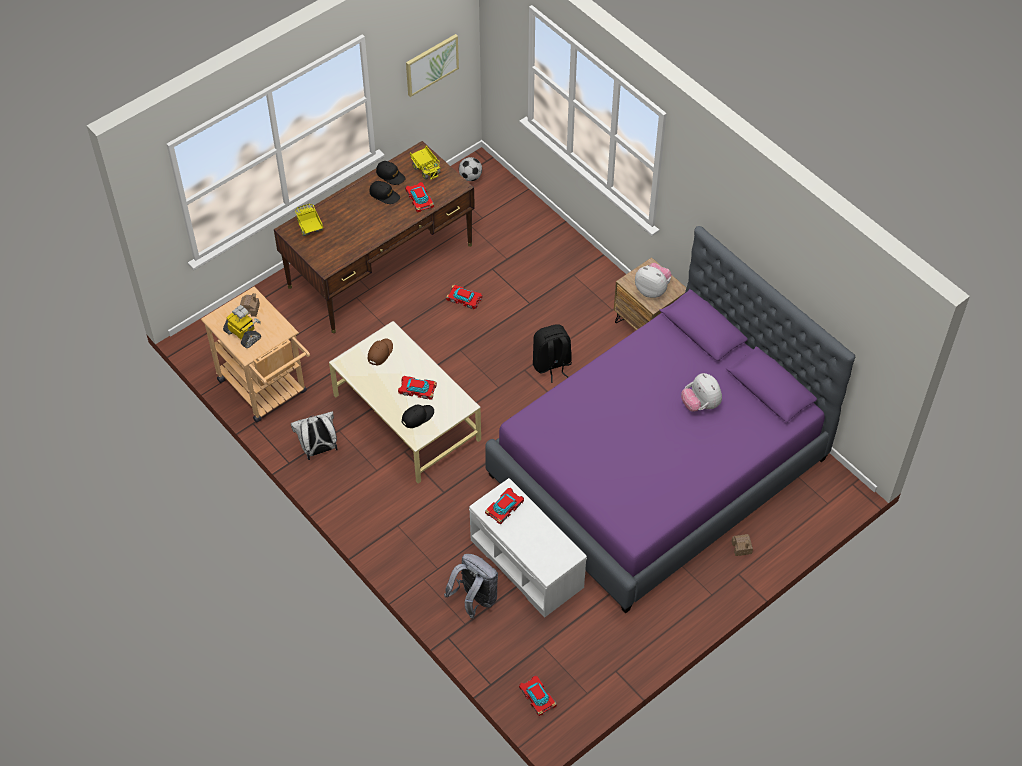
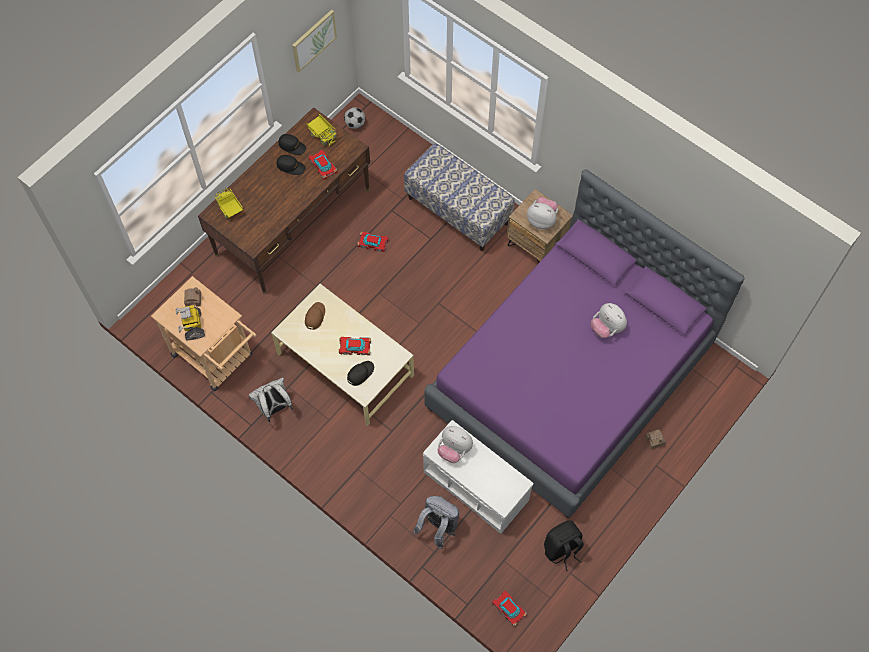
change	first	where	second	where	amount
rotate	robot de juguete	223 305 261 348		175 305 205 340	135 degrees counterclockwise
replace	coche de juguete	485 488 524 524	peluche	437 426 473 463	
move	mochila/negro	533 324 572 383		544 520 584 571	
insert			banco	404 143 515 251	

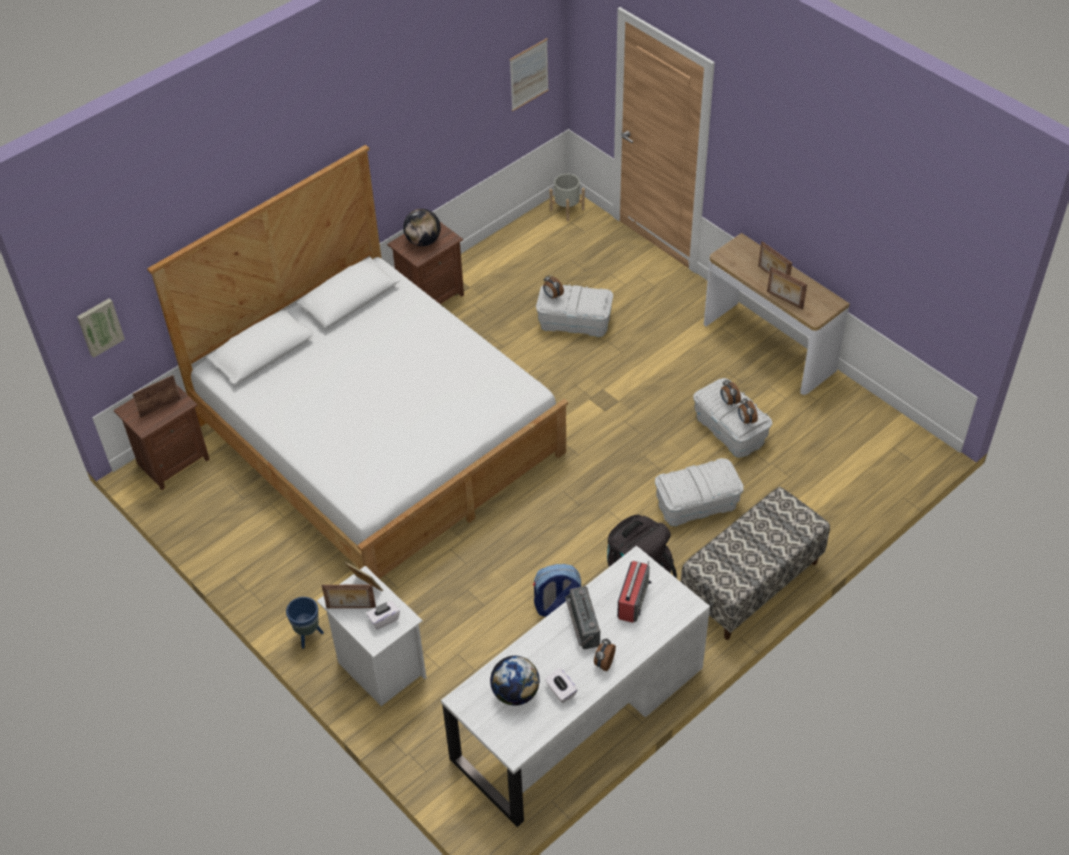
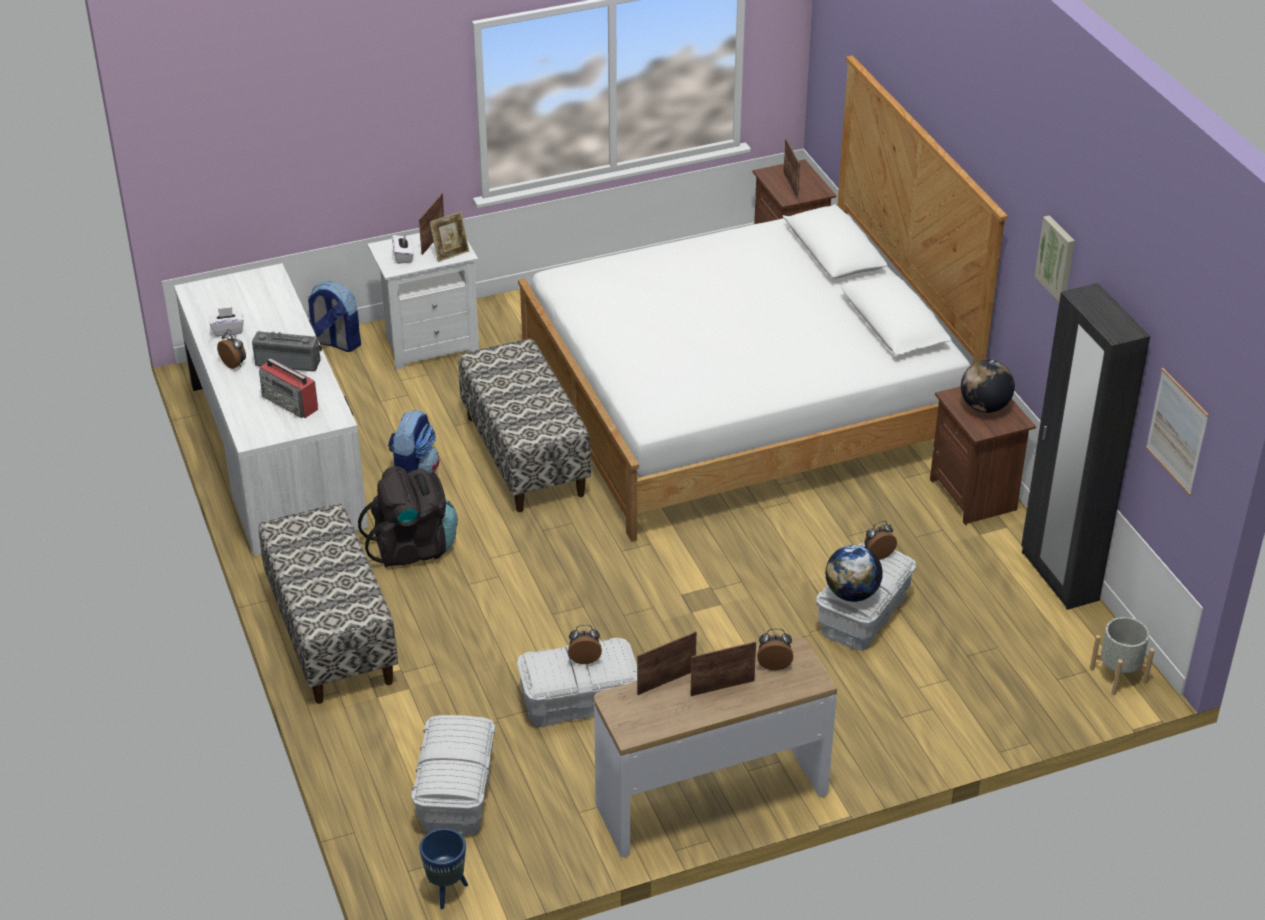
change	first	where	second	where	amount
move	cuadro	77 298 125 358		1035 215 1075 302	
move	maceta/azul	286 597 324 649		419 828 468 909	
move	globo terráqueo	490 656 540 706		825 545 883 602	
move	caja de almacenaje/blanco	655 458 744 526		411 715 495 837	
move	despertador	738 398 758 424		757 628 793 671	
insert			mochila	308 281 361 352	
insert			banco	459 339 591 512	
insert			armario ropero/negro	1021 283 1150 610	

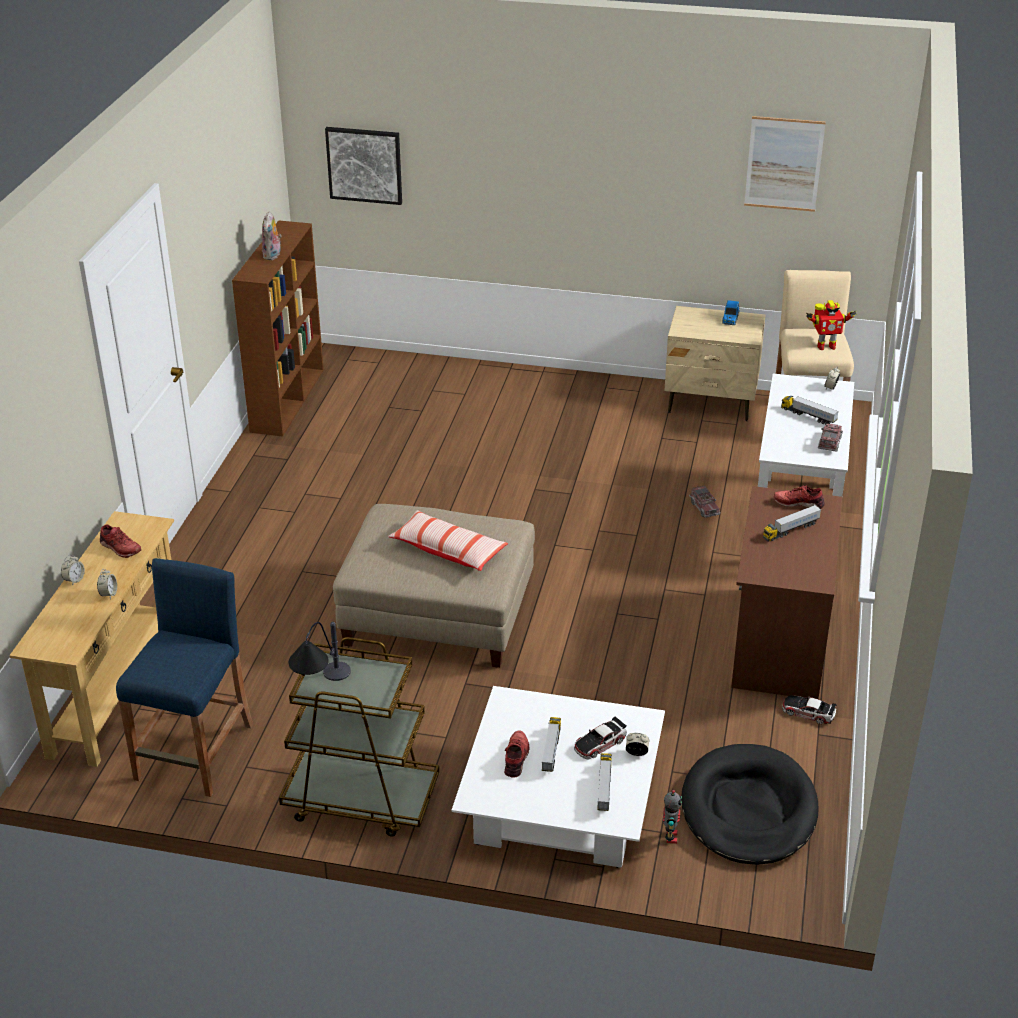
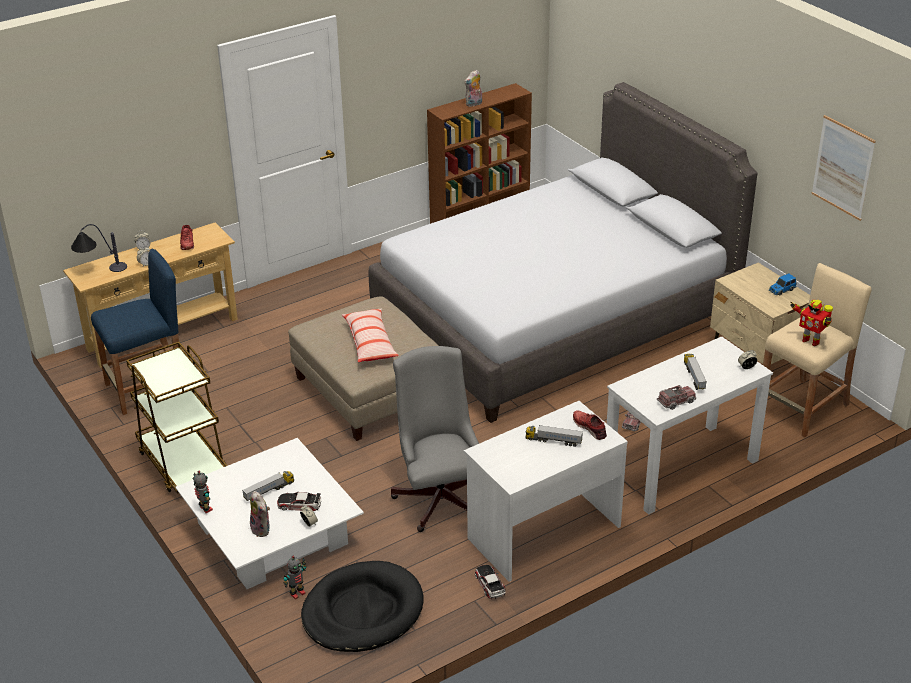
change	first	where	second	where	amount
move	lámpara de mesa	288 622 351 681		71 224 127 272	
delete	cuadro	325 127 402 205			
delete	zapato/rojo	504 730 529 778			
replace	camión de juguete	597 753 612 811	peluche	250 491 270 537	
recolor	escritorio/marrón	731 486 842 699	escritorio/blanco	464 401 628 582	
insert			robot de juguete	192 470 213 513	
insert			cama/gris	369 82 758 423	
insert			silla de oficina/gris	391 346 479 532	

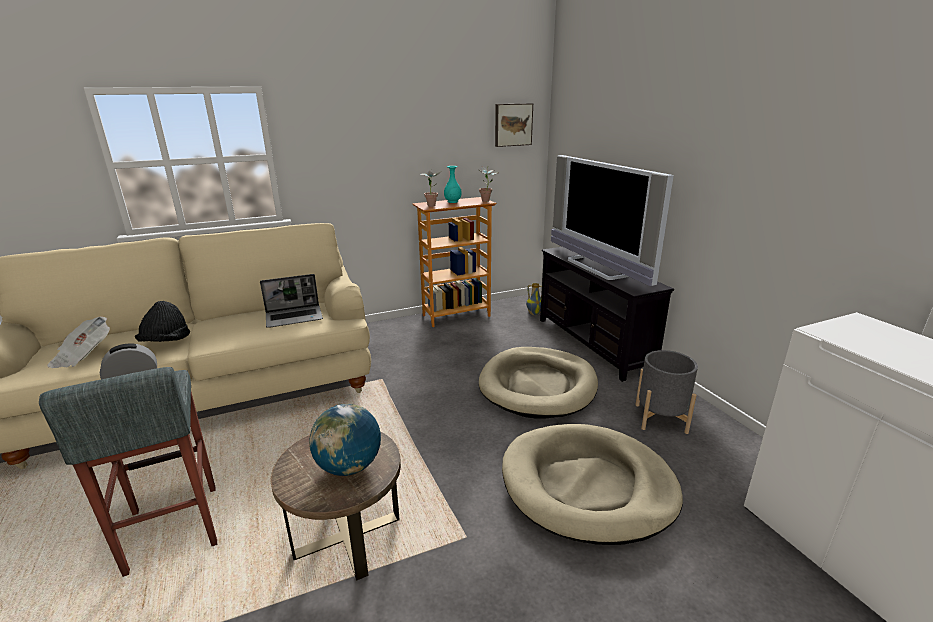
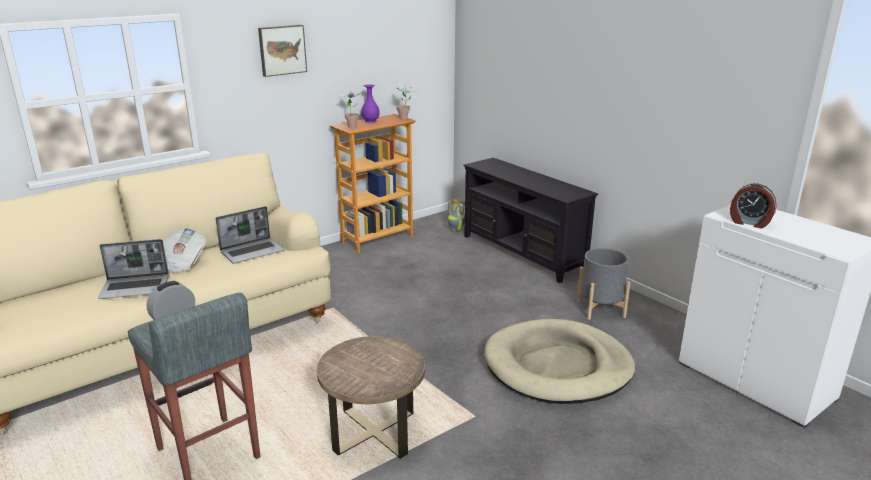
change	first	where	second	where	amount
move	periódico	47 316 110 368		163 228 206 274	
replace	sombrero/negro	135 301 190 342	portátil	98 239 169 299	
delete	globo terráqueo	309 404 381 476			
recolor	florero/turquesa	444 166 462 203	florero/morado	361 84 380 123	
delete	cama para perro/beis	479 347 598 419			
move	cuadro	495 103 533 147		258 25 307 77	
delete	televisor	551 155 674 286			
insert			despertador	730 183 777 228	

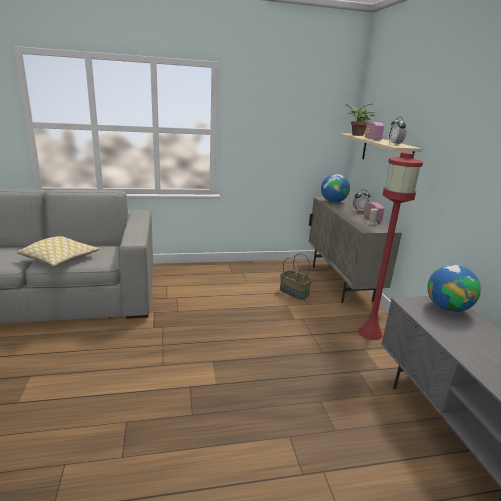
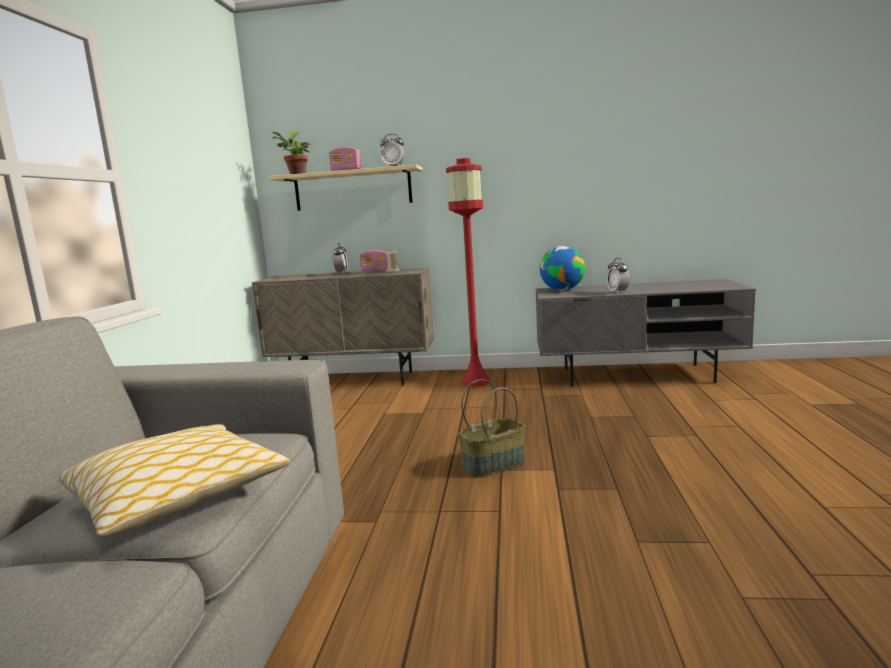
change	first	where	second	where	amount
move	cesta	280 253 312 300		458 379 526 477	
delete	globo terráqueo	321 174 350 203			
insert			despertador	607 258 630 293	

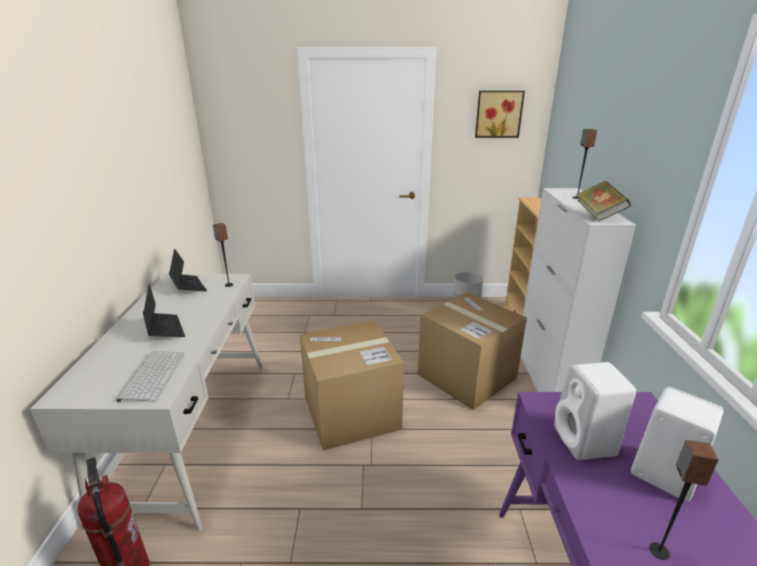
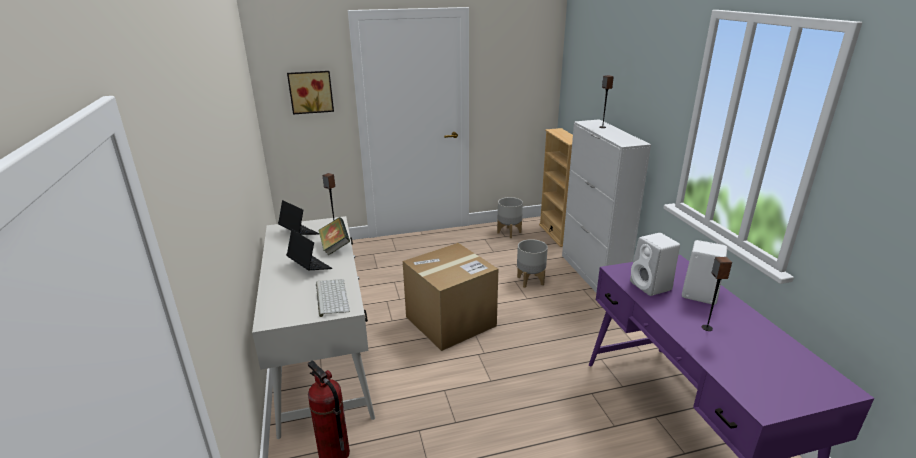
change	first	where	second	where	amount
replace	caja de cartón	418 292 527 410	maceta/gris	517 239 548 288	
move	cuadro	475 91 525 138		287 71 334 114	
move	libro	576 181 631 222		318 217 350 256	

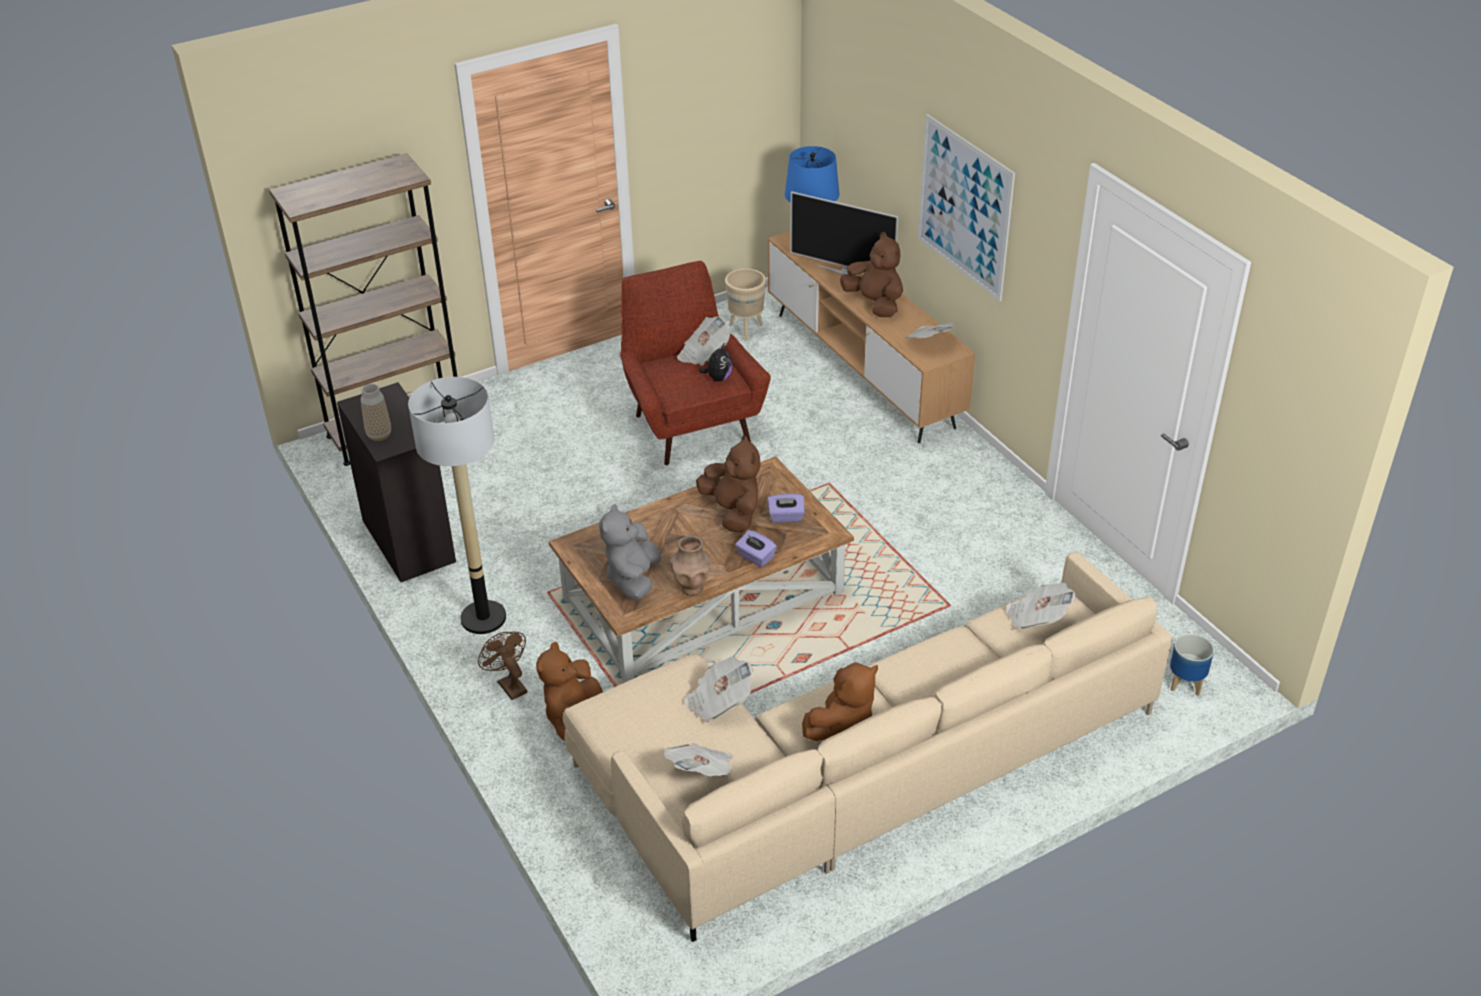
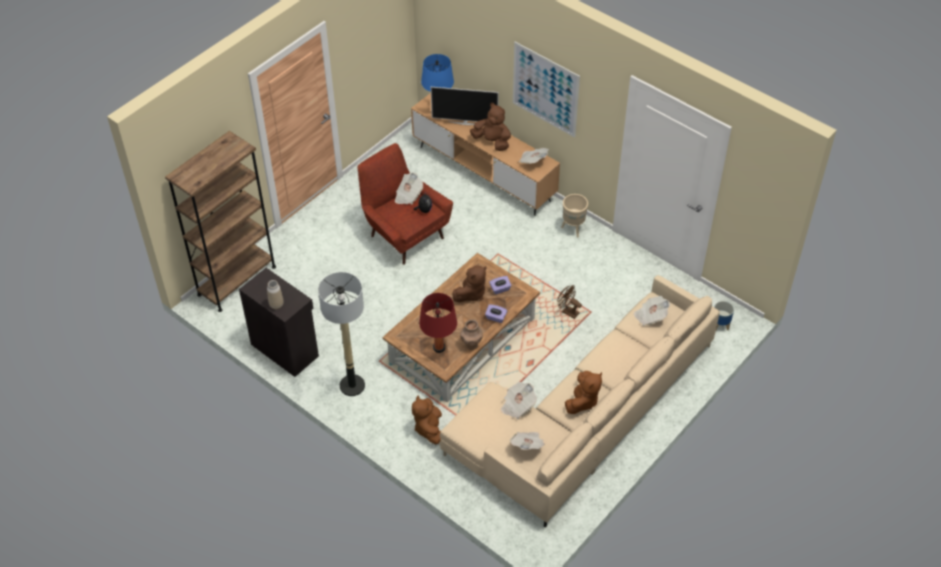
change	first	where	second	where	amount
move	ventilador/marrón	478 632 527 700		557 285 582 319	
replace	peluche/gris	599 504 661 600	lámpara de mesa/rojo	419 293 457 353	
rotate	peluche/marrón	696 435 761 533		452 265 487 303	90 degrees clockwise
move	maceta/beis	725 268 766 341		561 194 588 238	

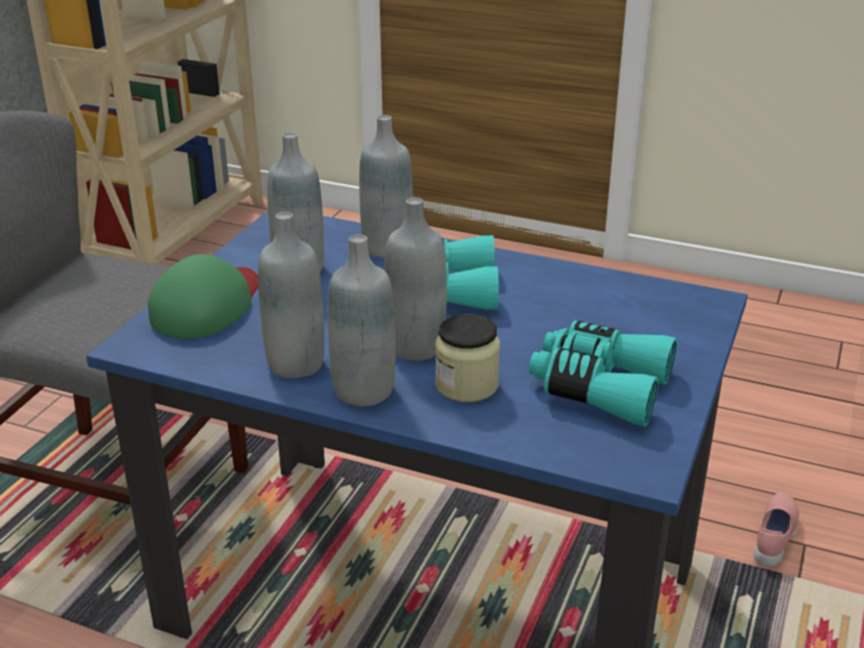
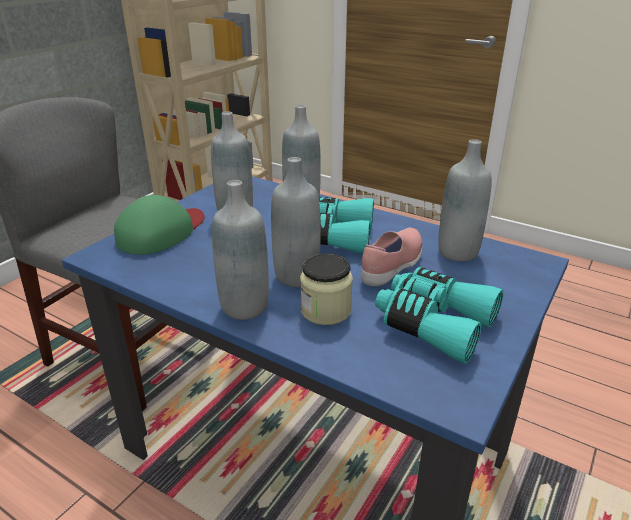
change	first	where	second	where	amount
move	botella/gris	258 212 324 378		438 139 492 261	
move	zapato/rosa	753 491 799 567		360 228 422 286	

